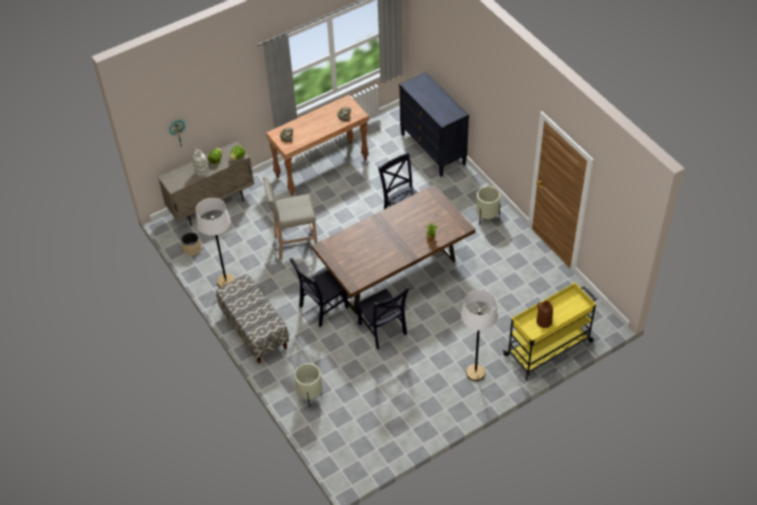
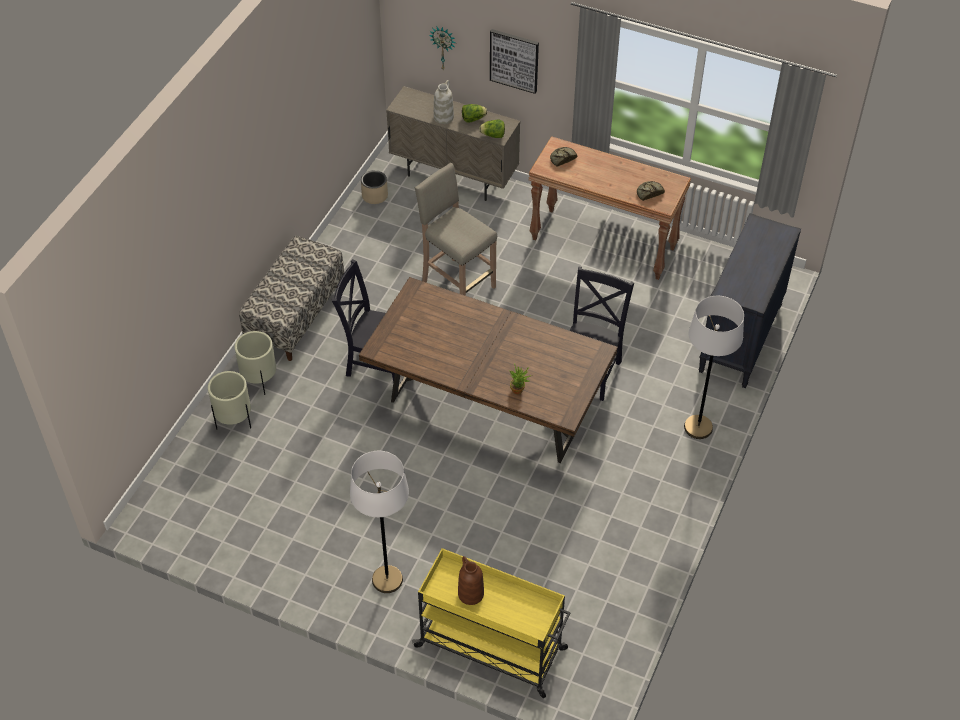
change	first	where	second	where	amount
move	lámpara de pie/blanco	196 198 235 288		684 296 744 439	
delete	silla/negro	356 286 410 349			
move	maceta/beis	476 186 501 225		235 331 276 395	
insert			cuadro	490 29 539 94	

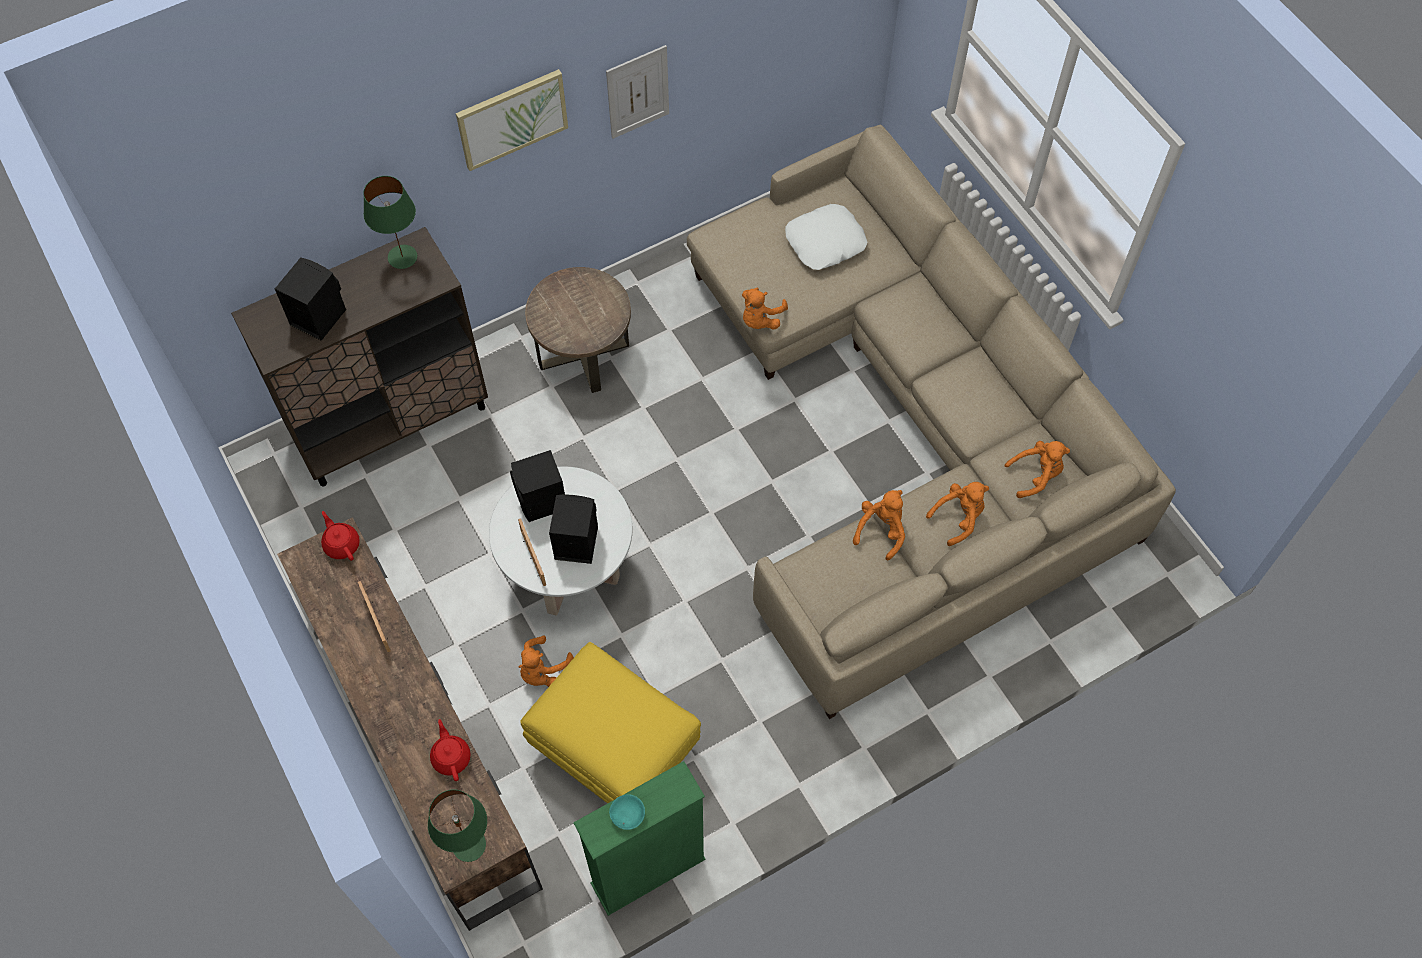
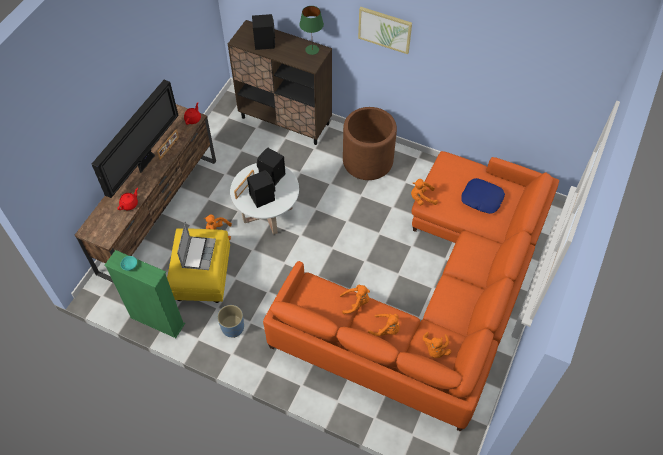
change	first	where	second	where	amount
delete	lámpara de mesa/verde	428 789 487 862			
replace	mesa auxiliar/marrón	525 267 631 393	maceta/marrón	343 107 397 180	
delete	cuadro	606 45 669 139			
recolor	sofá/beis	687 125 1176 719	sofá/naranja	263 151 559 432	
recolor	cojín/blanco	785 204 867 270	cojín/azul	461 178 505 214	
rotate	peluche/naranja	1005 441 1070 498		423 332 451 358	60 degrees clockwise
insert			televisor	92 80 179 198	
insert			portátil	177 222 216 270	
insert			maceta/azul	217 305 244 338	

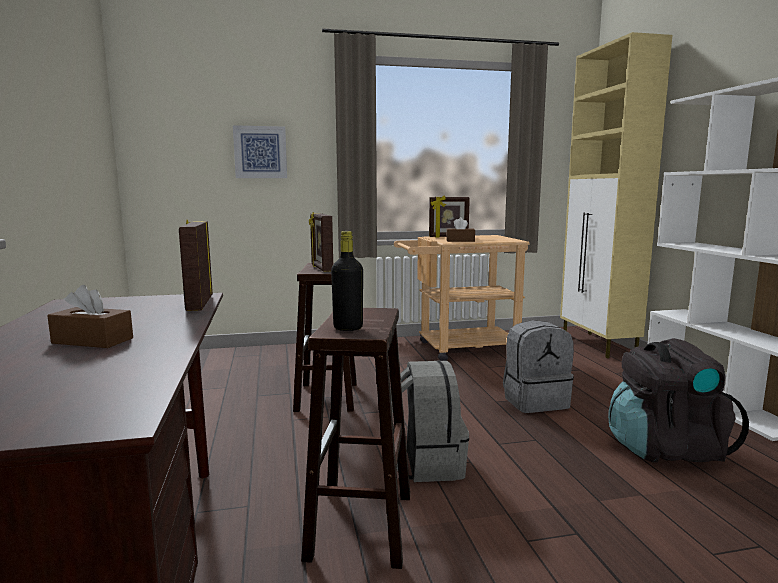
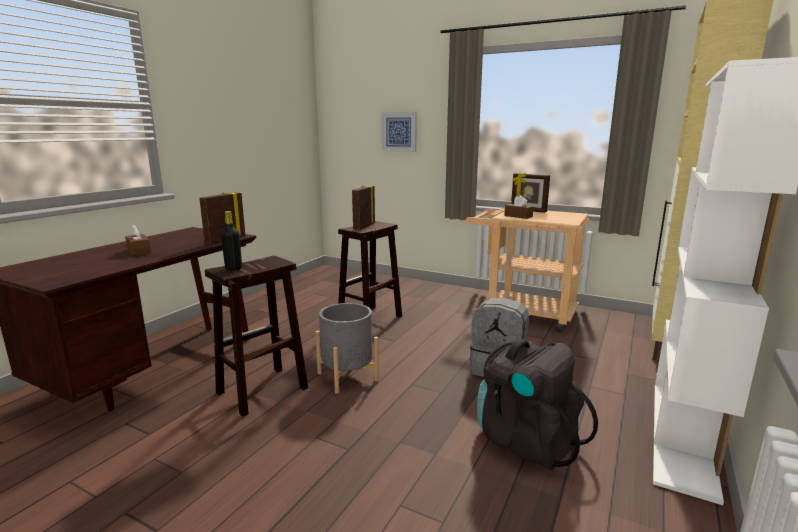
change	first	where	second	where	amount
replace	mochila/gris	390 360 469 482	maceta/gris	315 303 379 394	

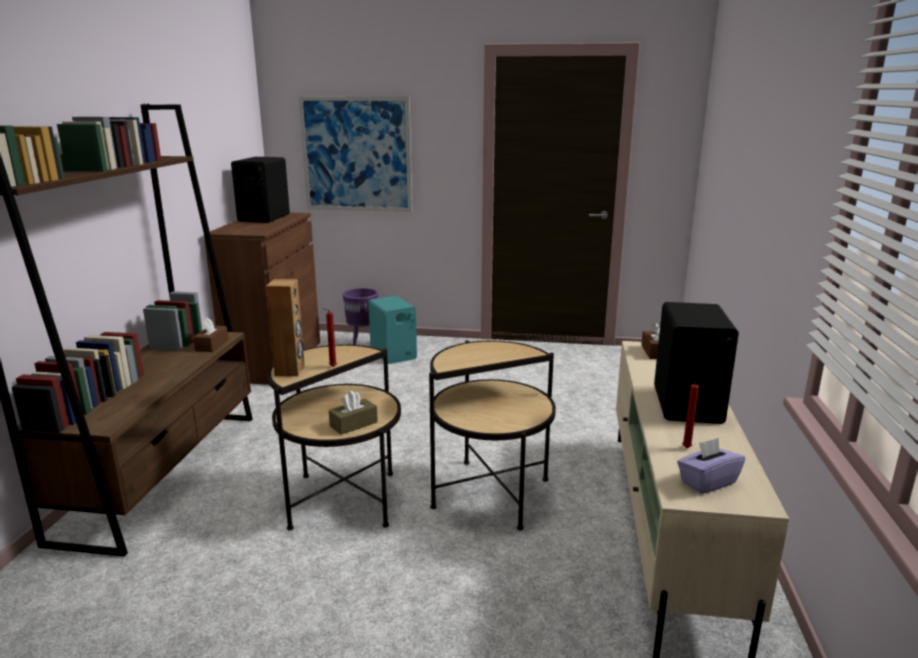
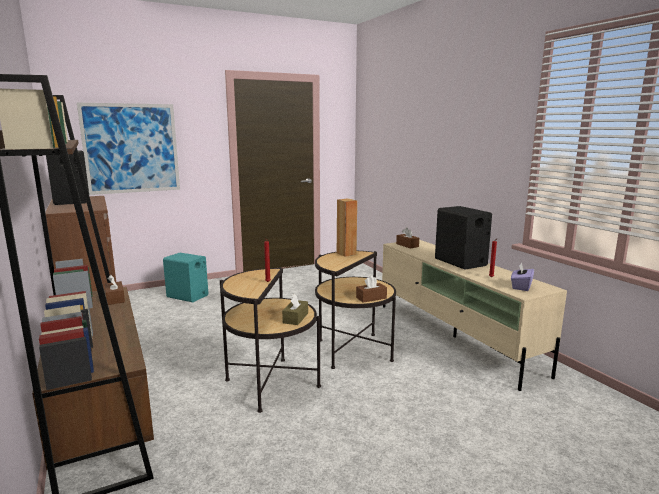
change	first	where	second	where	amount
move	altavoz/marrón	266 279 305 376		337 198 357 257	
delete	maceta/morado	343 288 378 345			
insert			caja de pañuelos/marrón	356 276 387 302	

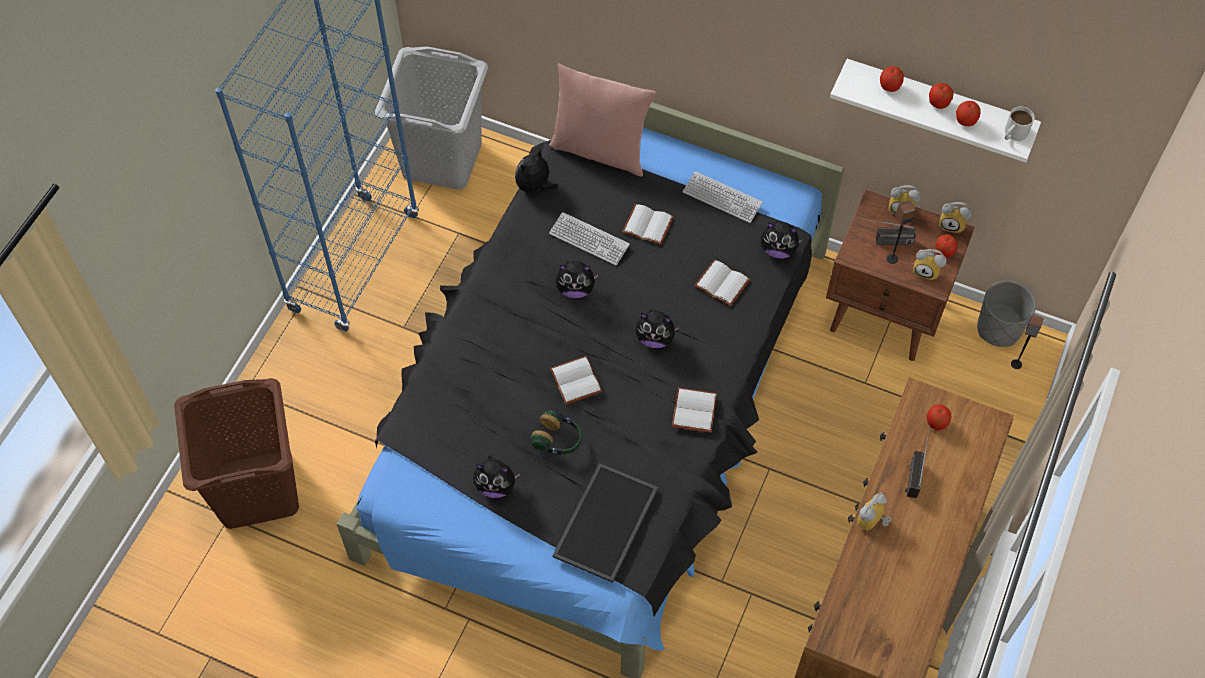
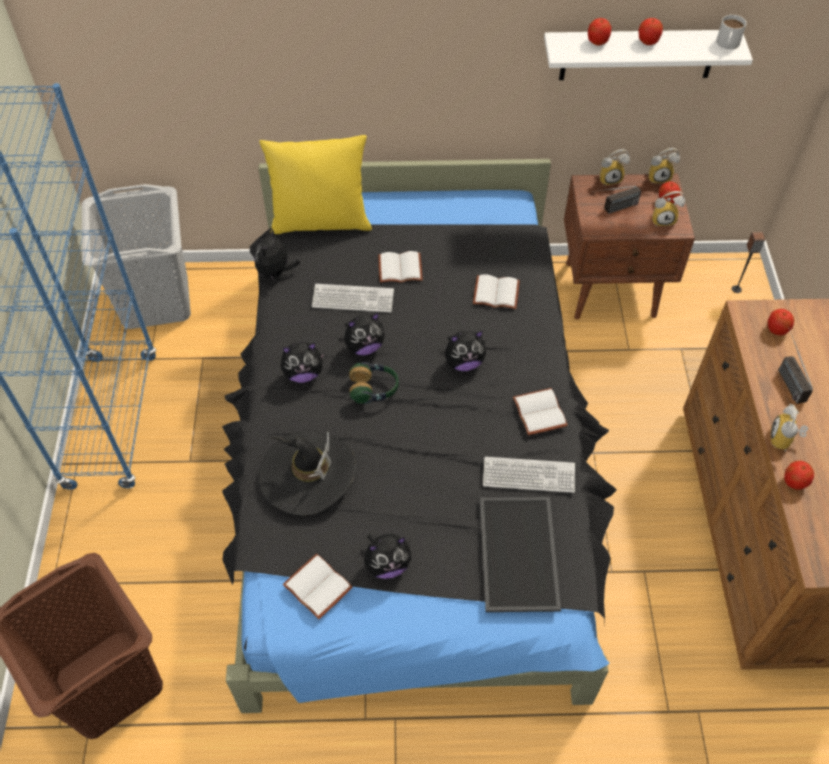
change	first	where	second	where	amount
move	auriculares	531 410 582 455		349 362 399 404	
recolor	cojín/rosa	549 63 656 177	cojín/amarillo	259 135 372 234	
move	libro/blanco	550 356 602 405		283 554 353 619	
move	teclado	683 171 763 223		483 457 575 493	
move	peluche	761 221 804 259		281 342 325 383	
delete	altavoz	886 200 916 264			
move	manzana	956 101 981 126		784 461 814 490	
delete	maceta/gris	977 280 1036 347			
insert			sombrero/negro	258 431 356 515	

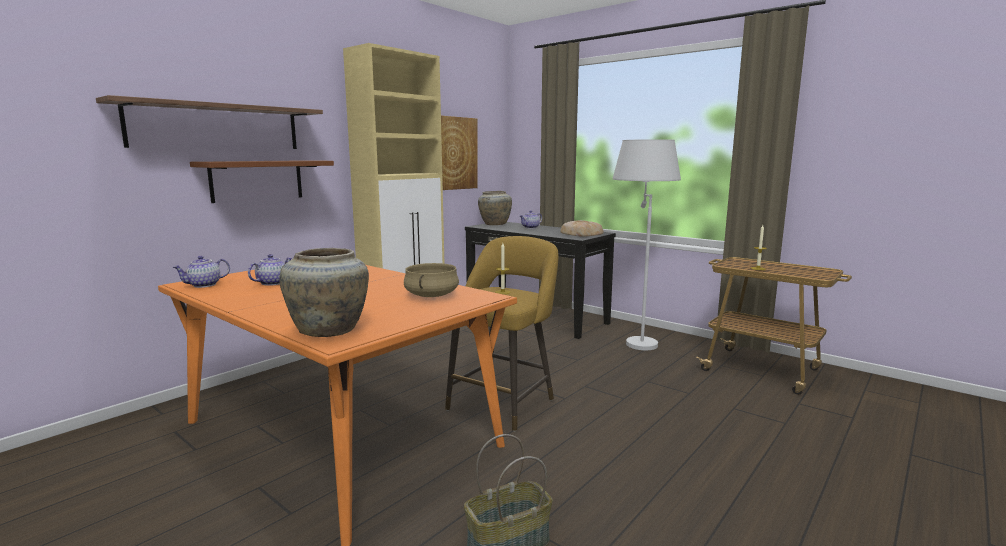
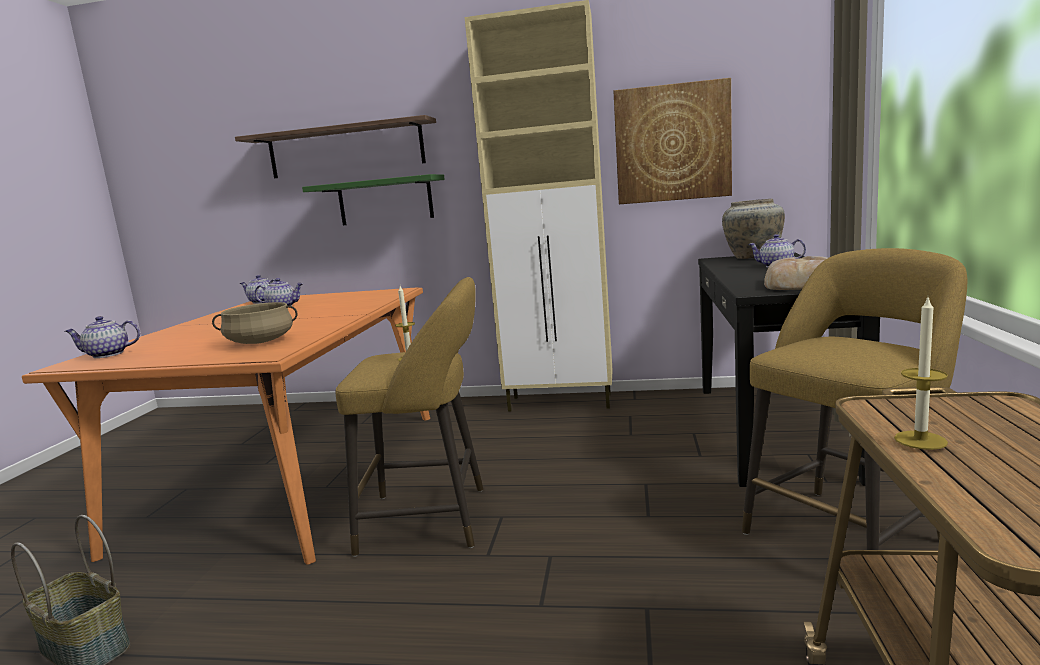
change	first	where	second	where	amount
recolor	estante/marrón	190 160 334 203	estante/verde	302 174 445 225	
replace	florero/beis	279 248 369 337	tetera	65 316 140 358	
replace	lámpara de pie/blanco	613 139 681 350	taburete/amarillo	742 248 967 573	

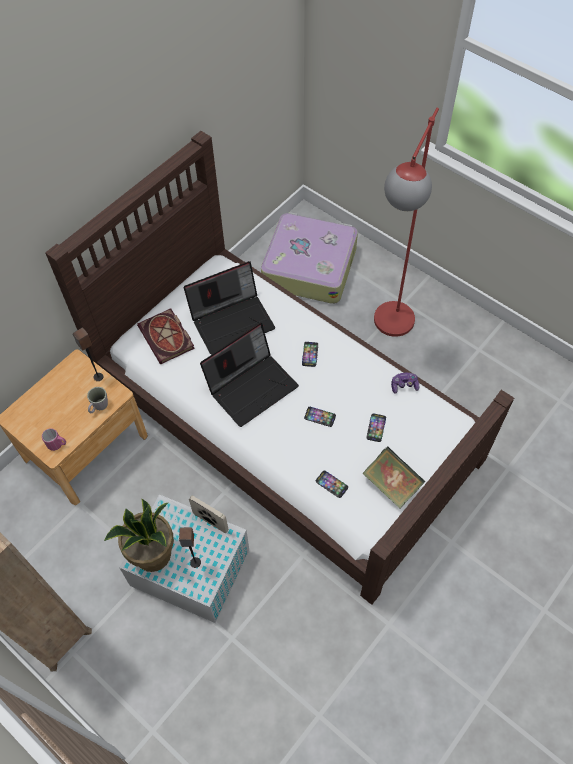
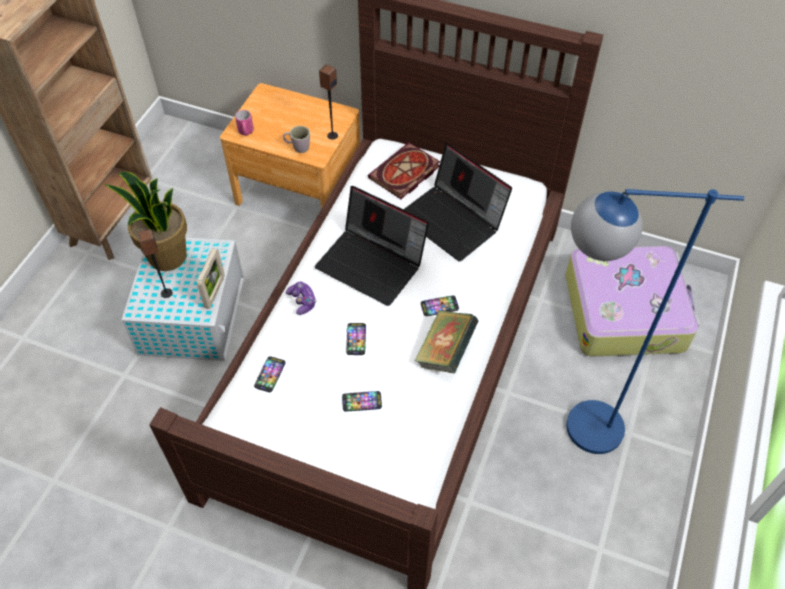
change	first	where	second	where	amount
move	libro	362 447 426 508		415 310 478 373	
recolor	lámpara de pie/rojo	374 107 439 337	lámpara de pie/azul	566 189 744 454	
move	mando de consola	391 373 419 394		286 281 316 315	

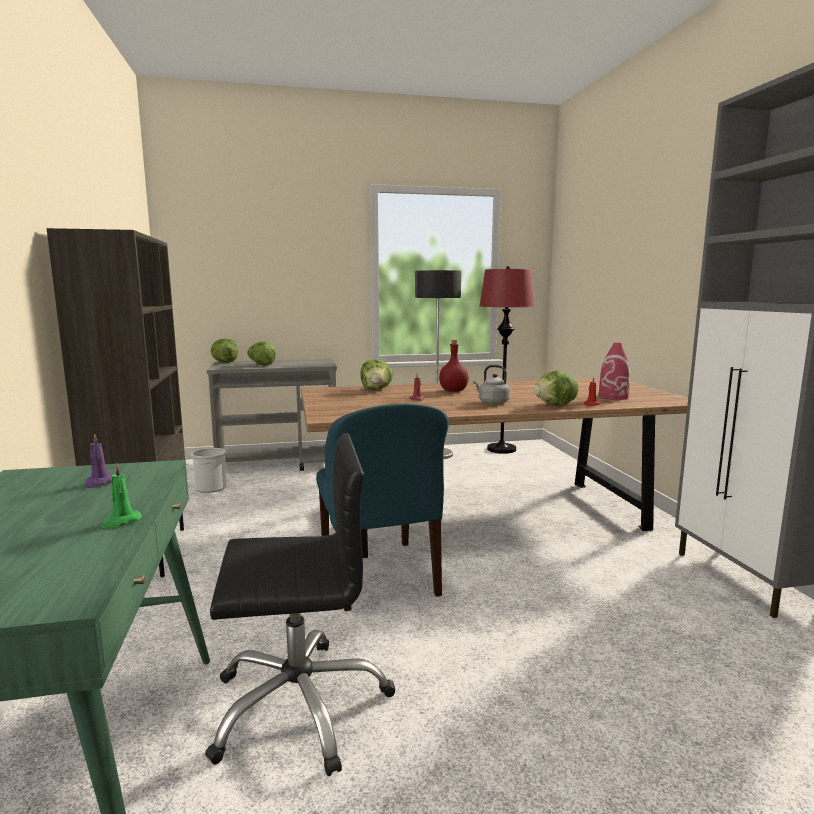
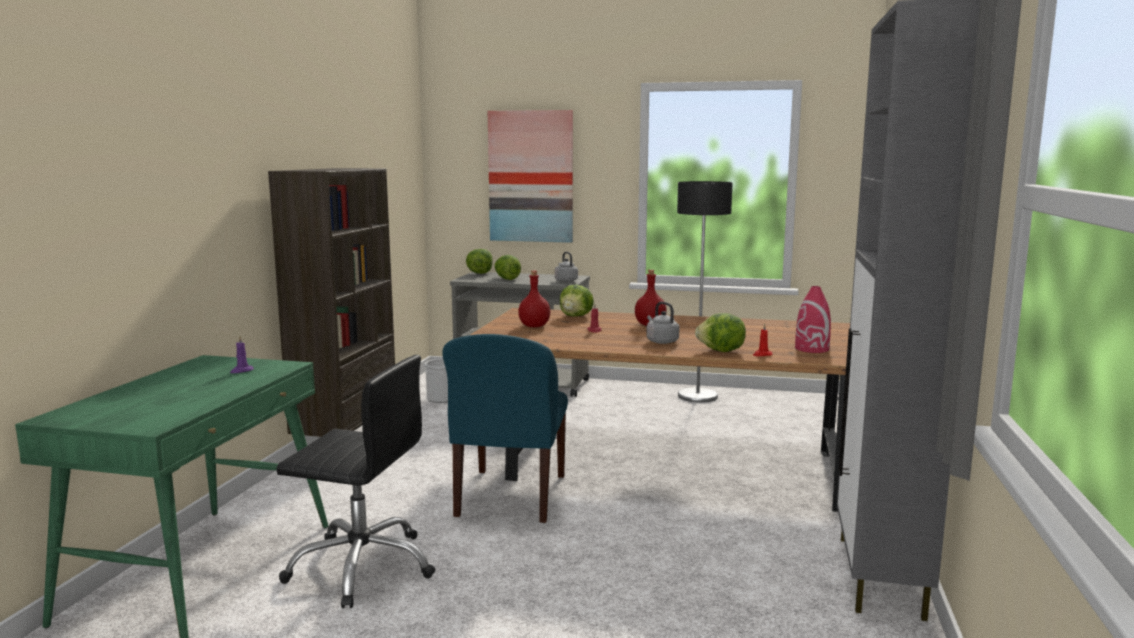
change	first	where	second	where	amount
delete	vela/verde	101 463 142 528			
delete	lámpara de pie/rojo	480 266 535 454			
insert			cuadro	488 110 573 243	
insert			botella/rojo	518 271 550 327	
insert			hervidor/gris	555 252 578 282	

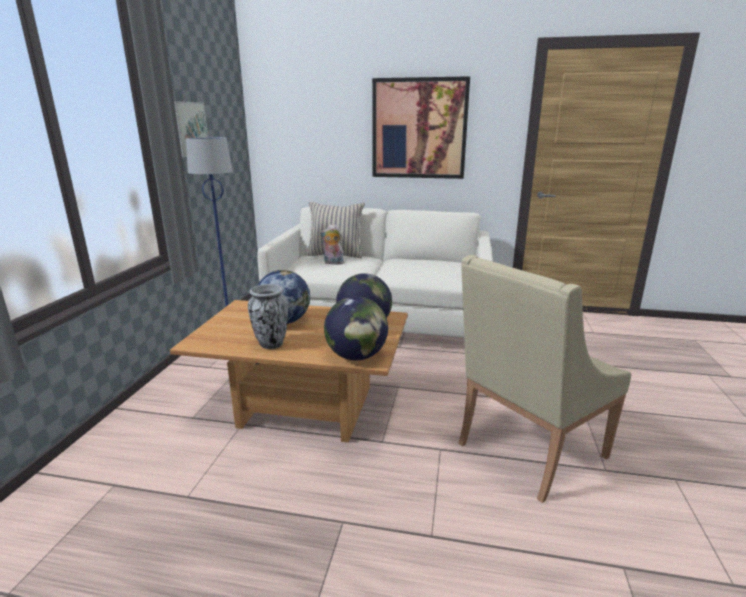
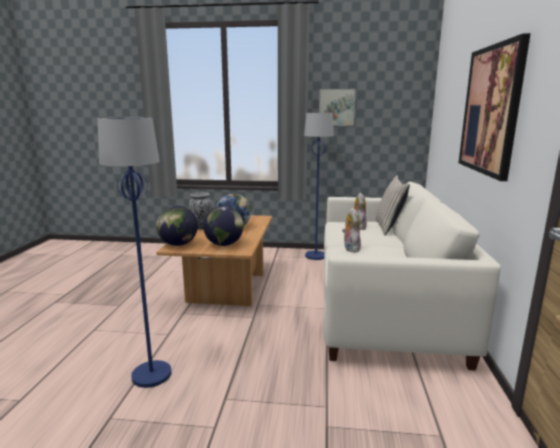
change	first	where	second	where	amount
replace	sillón/beis	458 255 631 503	lámpara de pie/azul	98 118 171 388	
insert			peluche	342 208 361 252	

